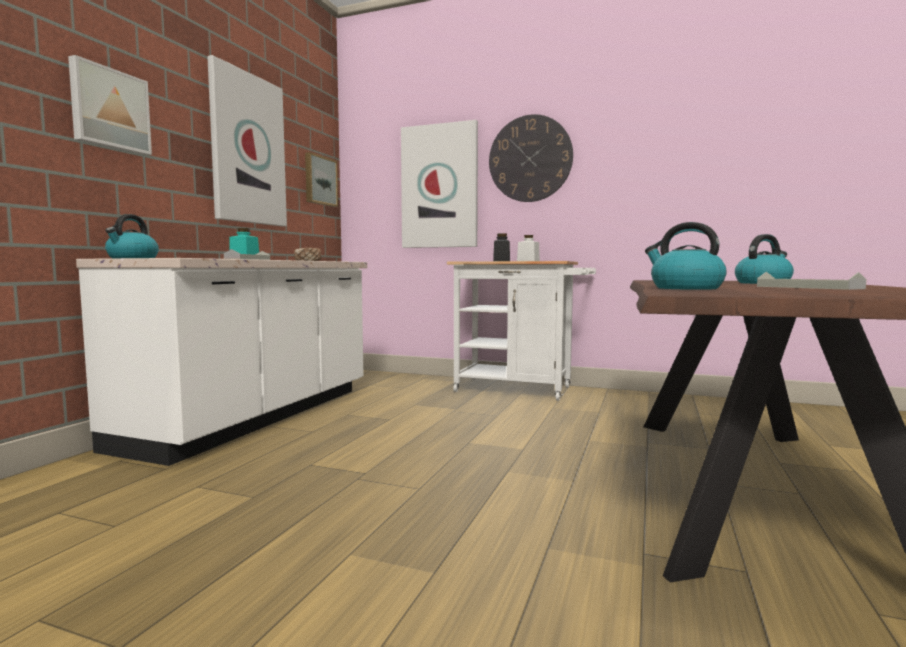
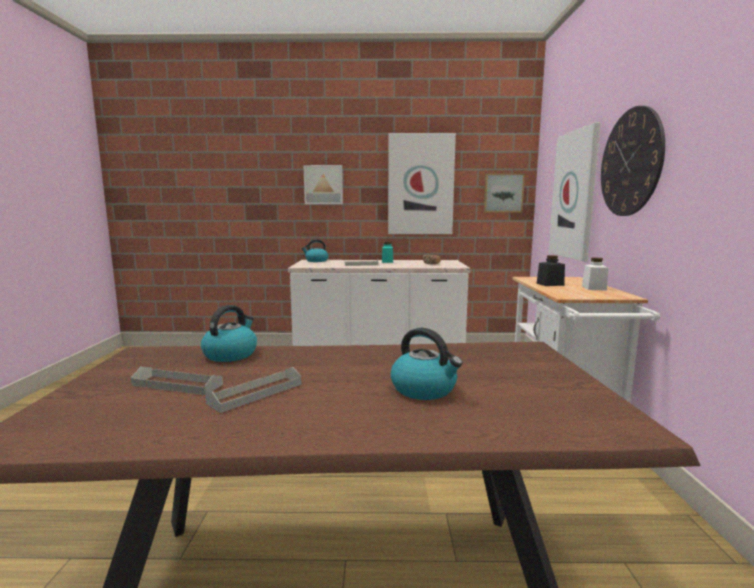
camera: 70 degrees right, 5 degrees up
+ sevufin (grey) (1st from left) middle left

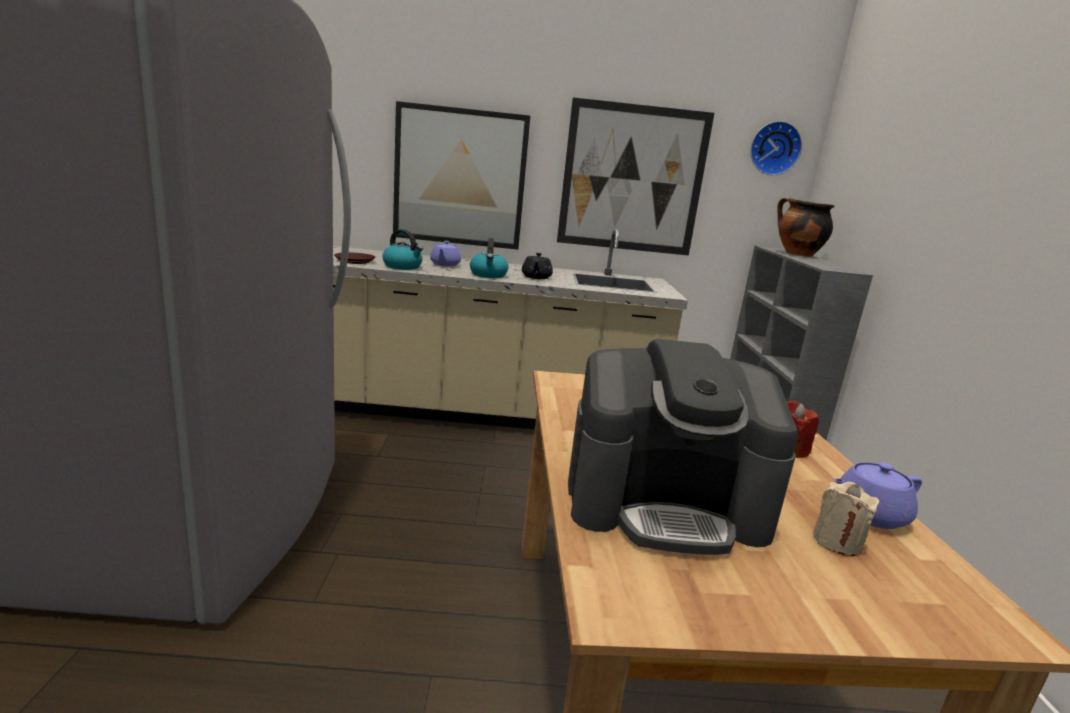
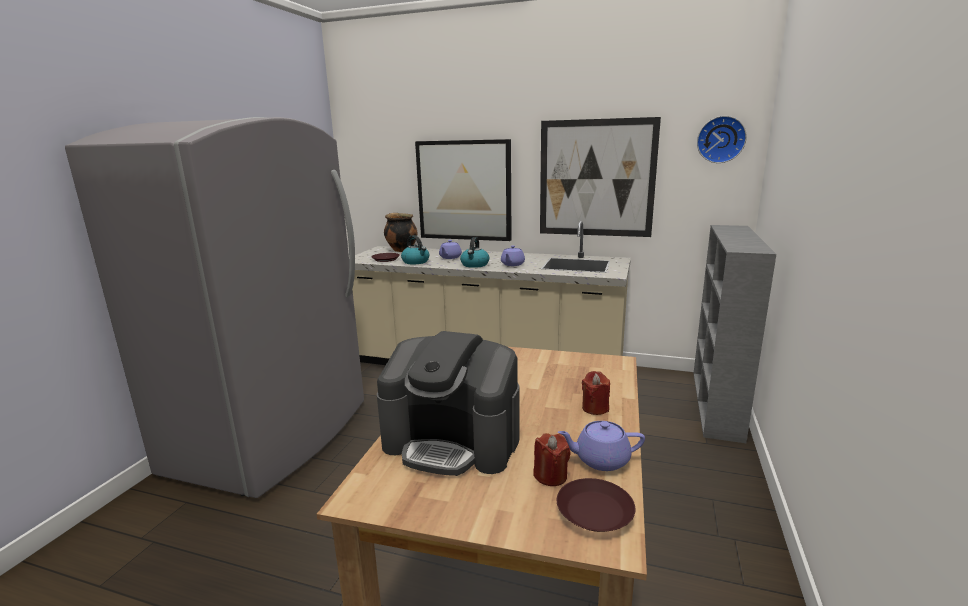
camera: 20 degrees right, 0 degrees up
~ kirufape top right to centre
~ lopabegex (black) centre to lopabegex (purple) (2nd from left) centre
~ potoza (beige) bottom right to potoza (red) (1st from left) bottom centre
+ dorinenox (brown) (2nd from left) bottom centre

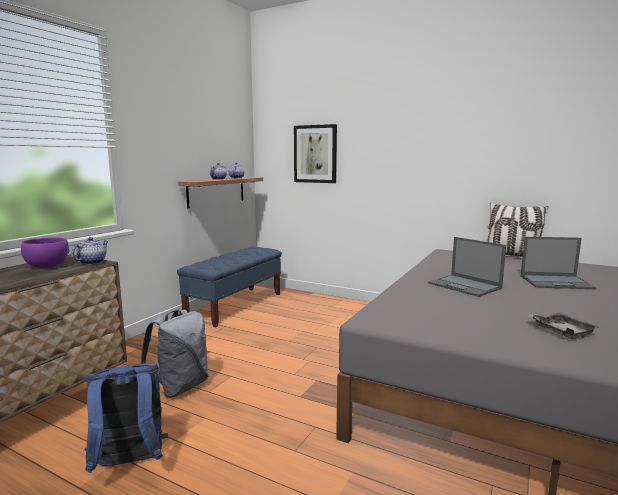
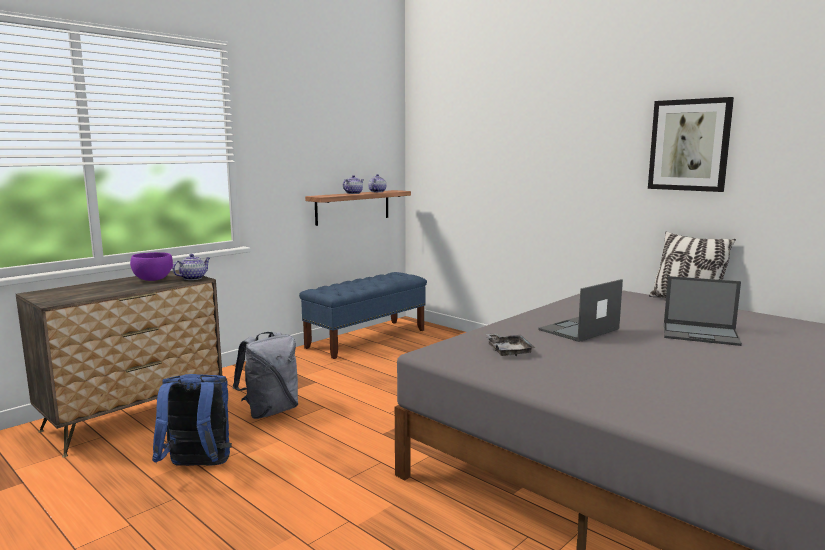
camera: 15 degrees right, 0 degrees up
~ sevufin (grey) middle right to centre
~ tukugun (1st from left) middle right = middle right 75 degrees clockwise
~ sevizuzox top centre to top right

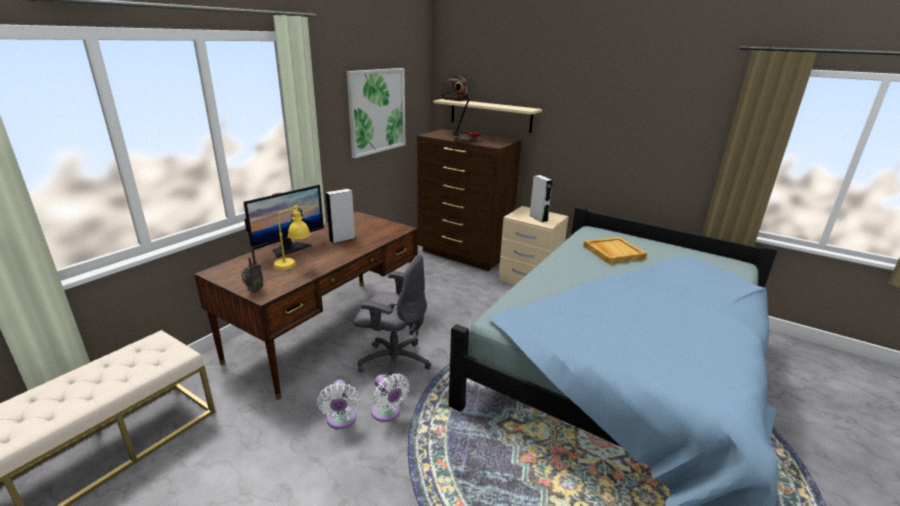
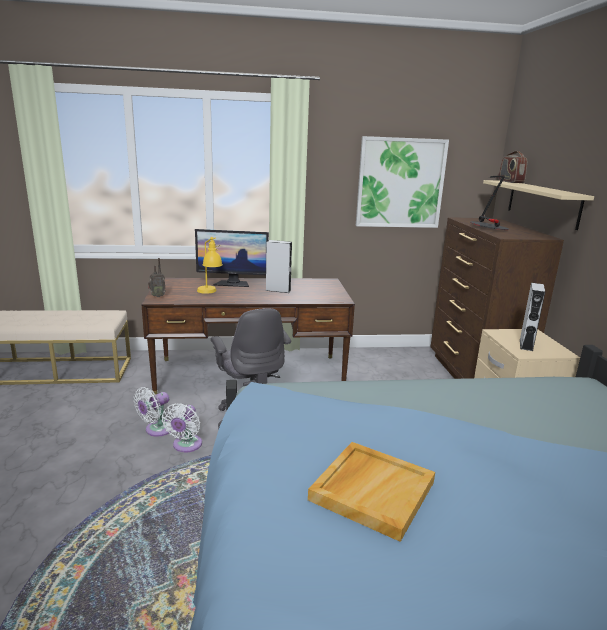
camera: 50 degrees right, 5 degrees down
~ sevufin (beige) middle right to bottom centre

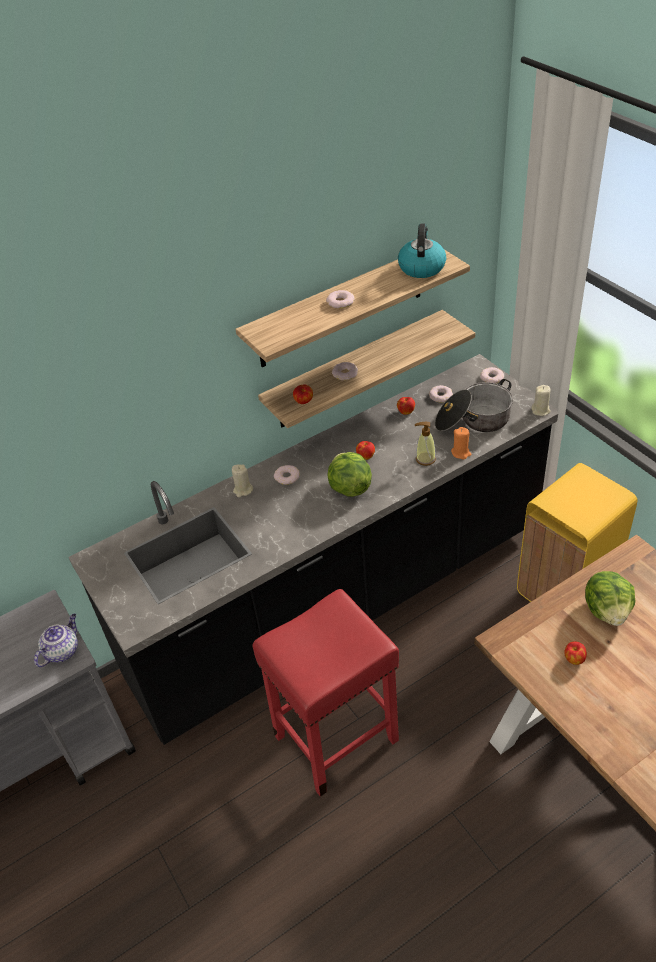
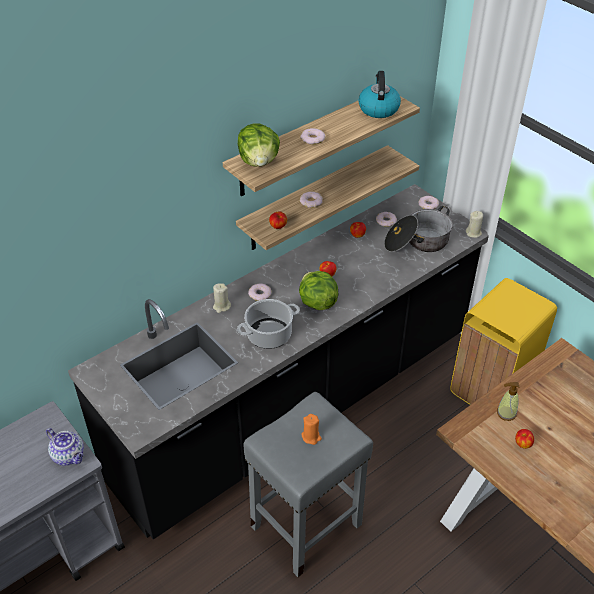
camera: 10 degrees left, 0 degrees up
~ lopabegex middle left = bottom left 105 degrees clockwise
+ kirufape (1st from left) centre
~ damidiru (2nd from left in the first image) middle right to damidiru (1st from left) top centre
~ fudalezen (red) bottom centre to fudalezen (grey) bottom centre
~ potoza (orange) middle right to bottom centre
~ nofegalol centre to bottom right

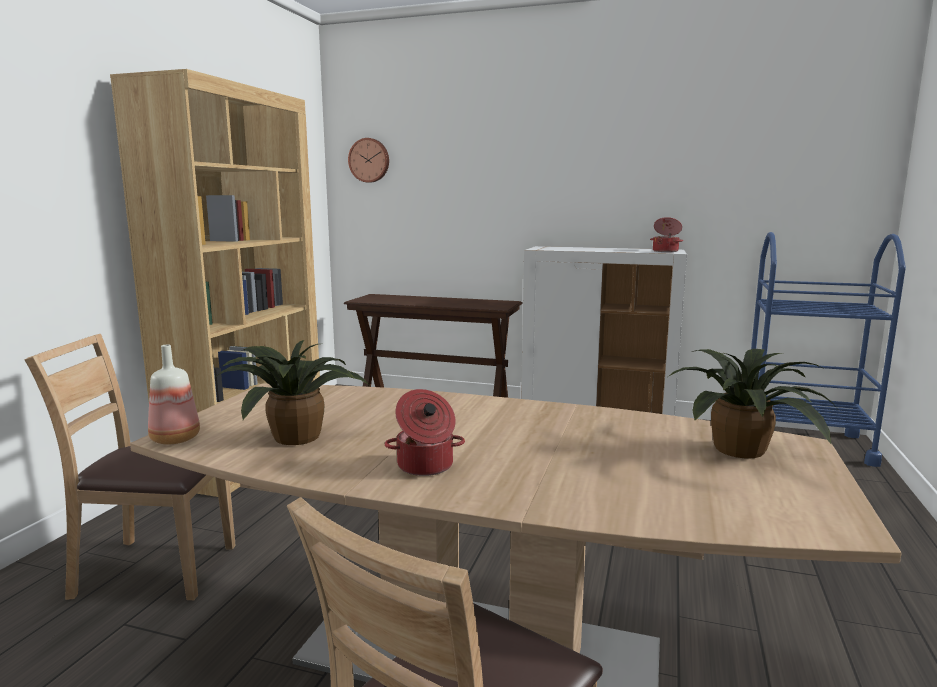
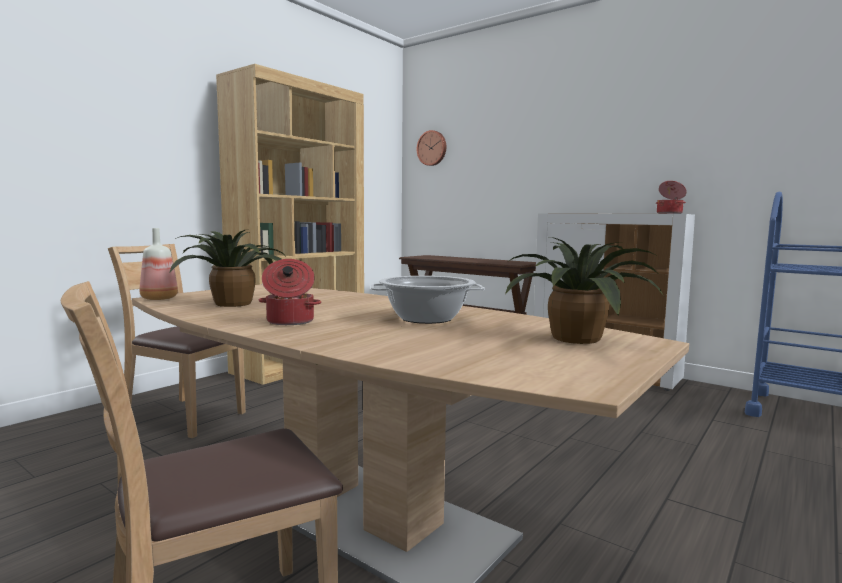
camera: 20 degrees right, 5 degrees down
+ kirufape (2nd from left) centre

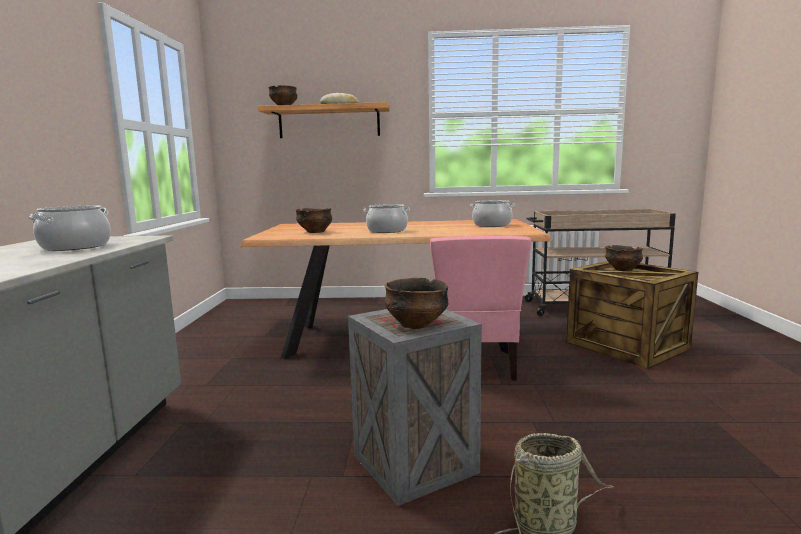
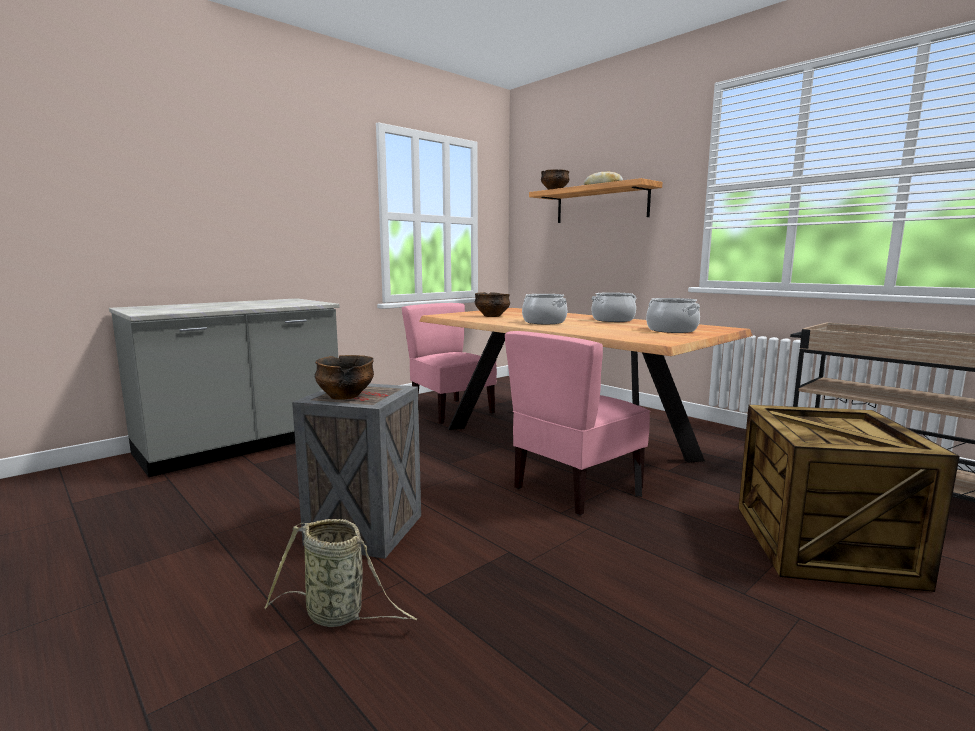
camera: 45 degrees right, 0 degrees up
+ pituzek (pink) (1st from left) centre
~ kirufape (1st from left in the first image) middle left to kirufape (2nd from left) centre
- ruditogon (4th from left) middle right

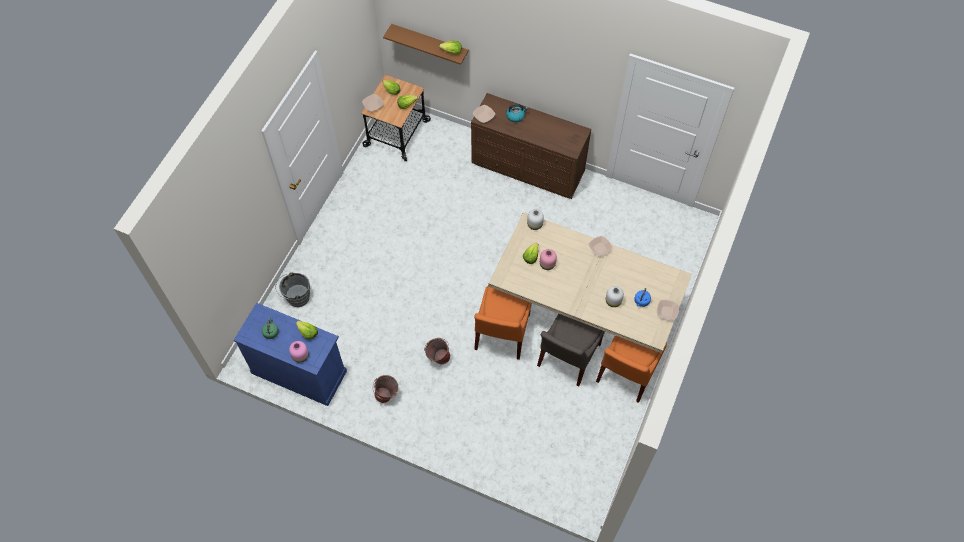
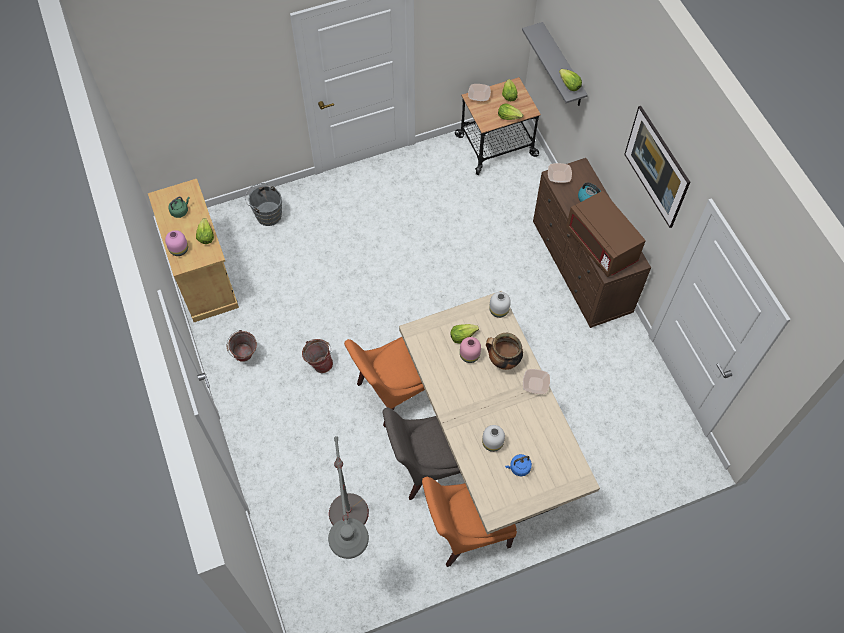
camera: 45 degrees right, 0 degrees up
~ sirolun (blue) middle left to sirolun (beige) middle left
+ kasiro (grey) bottom centre
+ kirufape centre
~ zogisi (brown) top centre to zogisi (grey) top centre
+ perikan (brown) middle right
+ sevizuzox top right
- ruditogon (4th from left) middle right

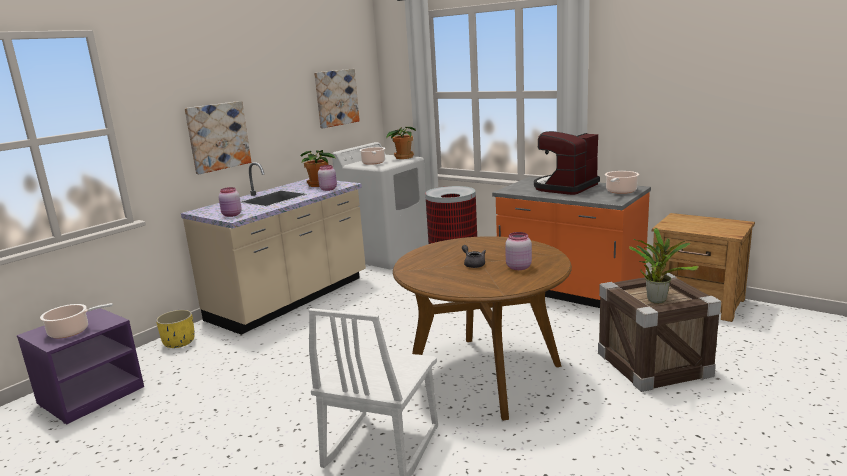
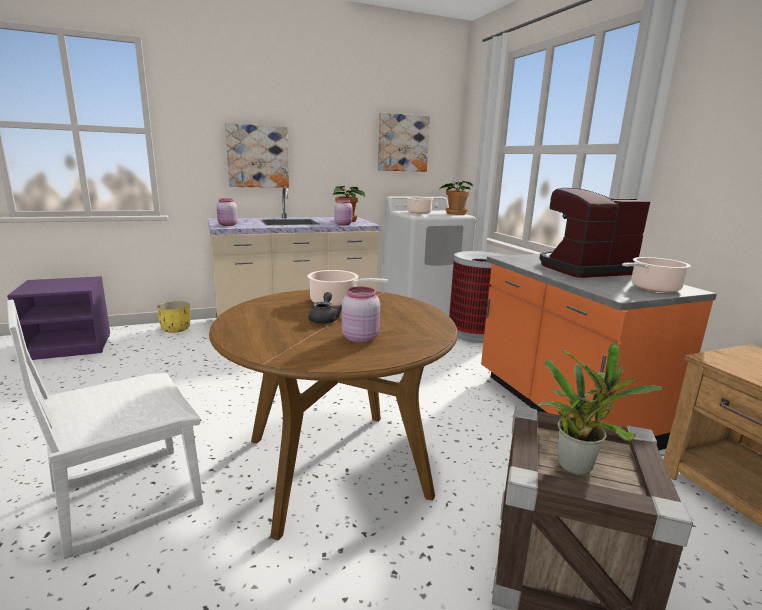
camera: 30 degrees right, 0 degrees up
~ kirufape (1st from left) bottom left to centre

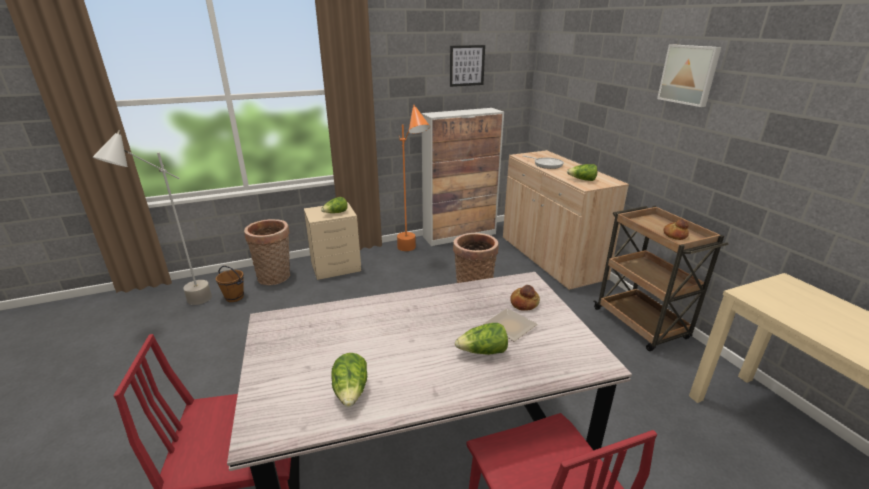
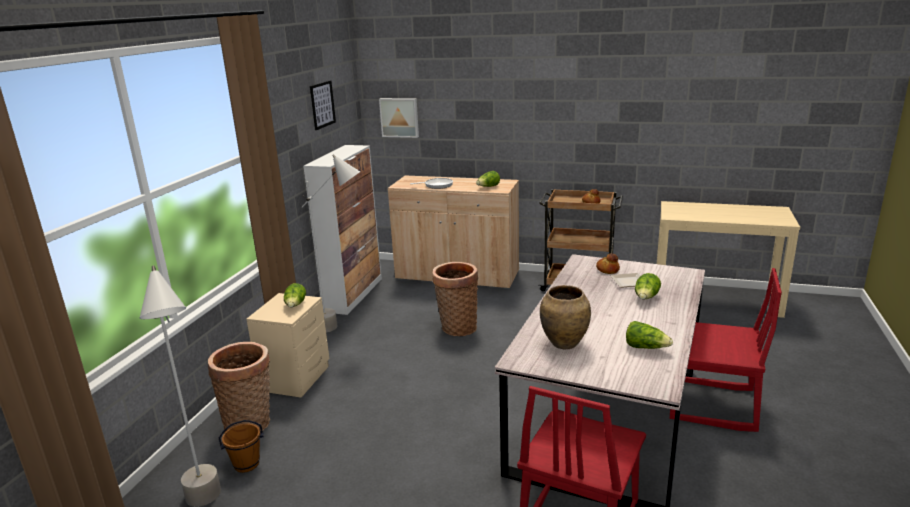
camera: 50 degrees left, 5 degrees down
~ kasiro (orange) centre to kasiro (grey) (2nd from left) centre
~ sevizuzox (2nd from left) top right to top centre
+ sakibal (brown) centre

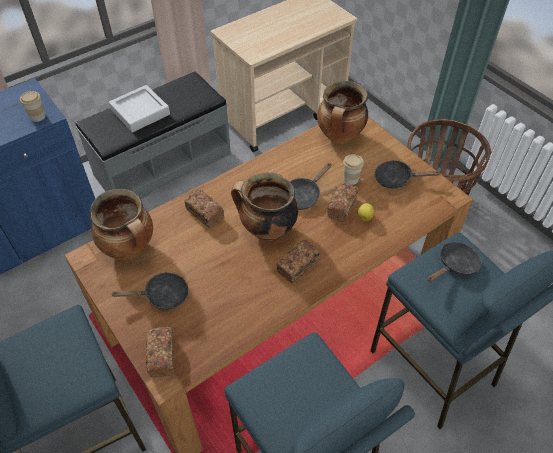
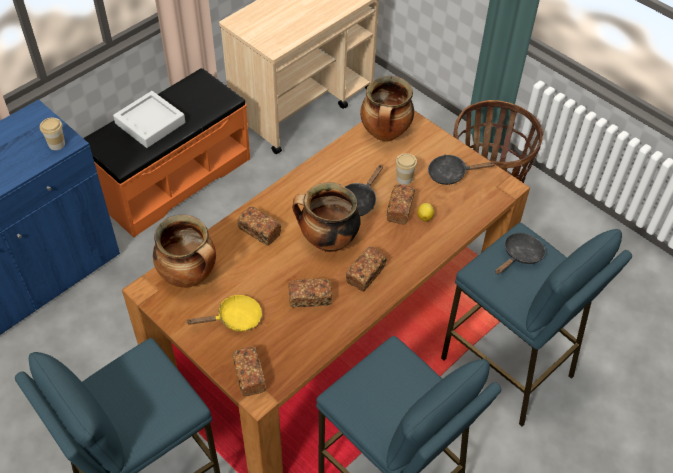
camera: 10 degrees left, 0 degrees up
~ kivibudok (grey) top left to kivibudok (orange) top left
~ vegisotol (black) (1st from left) middle left to vegisotol (yellow) middle left
+ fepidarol (3rd from left) centre

